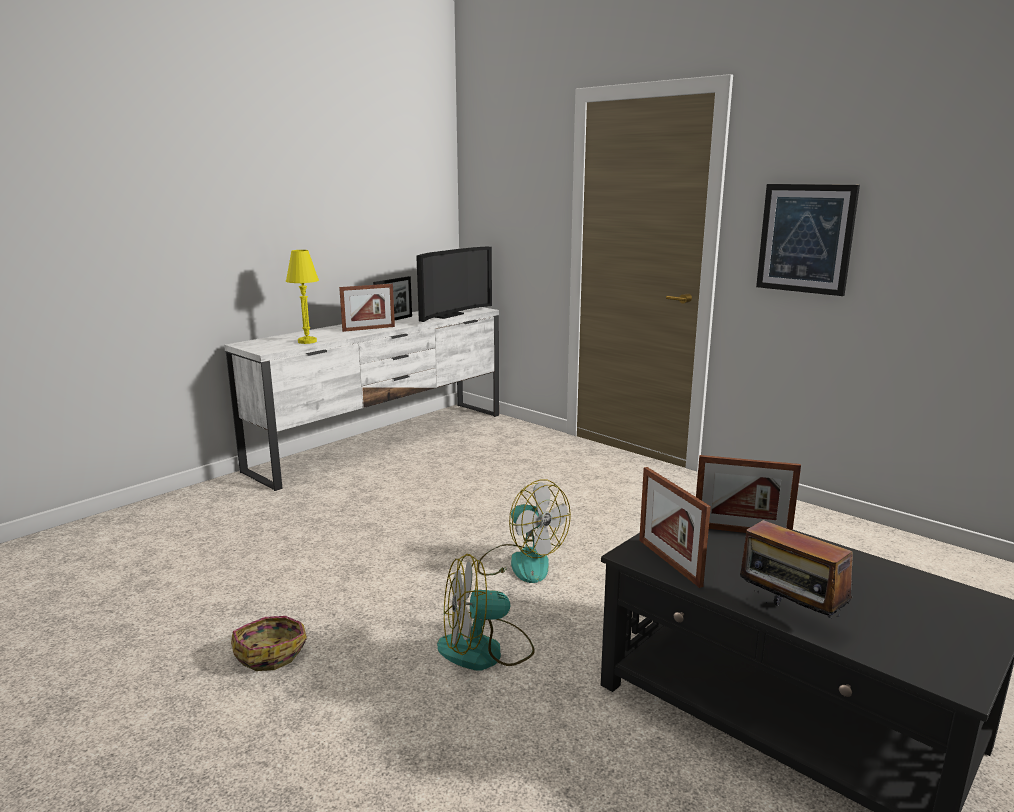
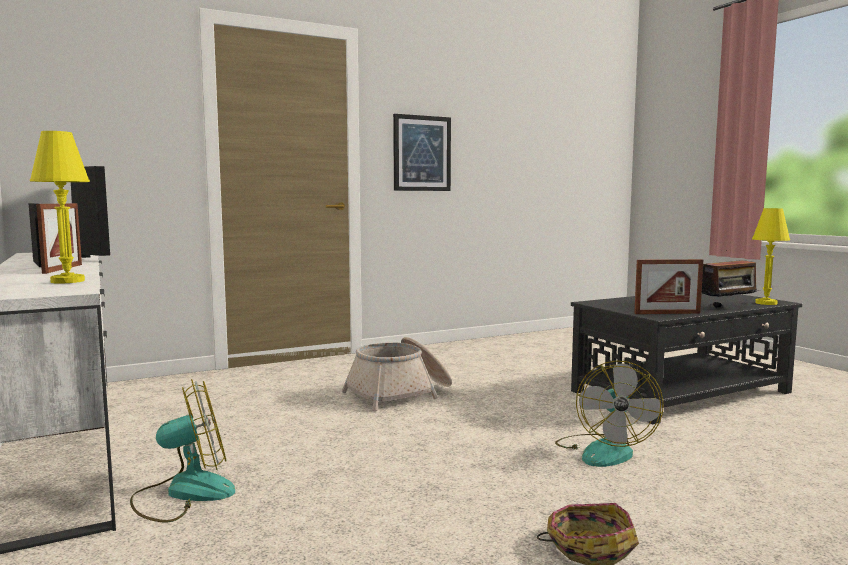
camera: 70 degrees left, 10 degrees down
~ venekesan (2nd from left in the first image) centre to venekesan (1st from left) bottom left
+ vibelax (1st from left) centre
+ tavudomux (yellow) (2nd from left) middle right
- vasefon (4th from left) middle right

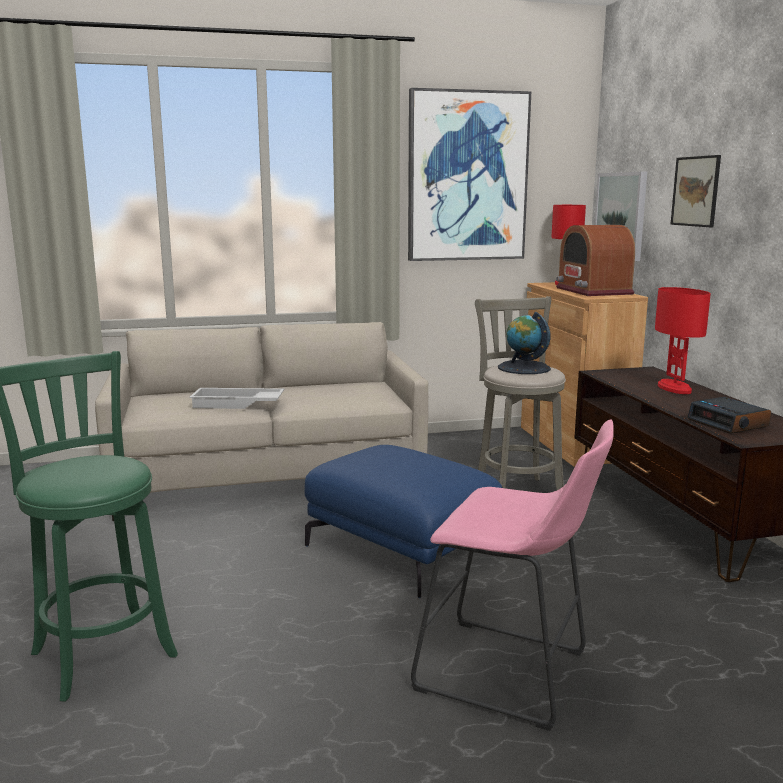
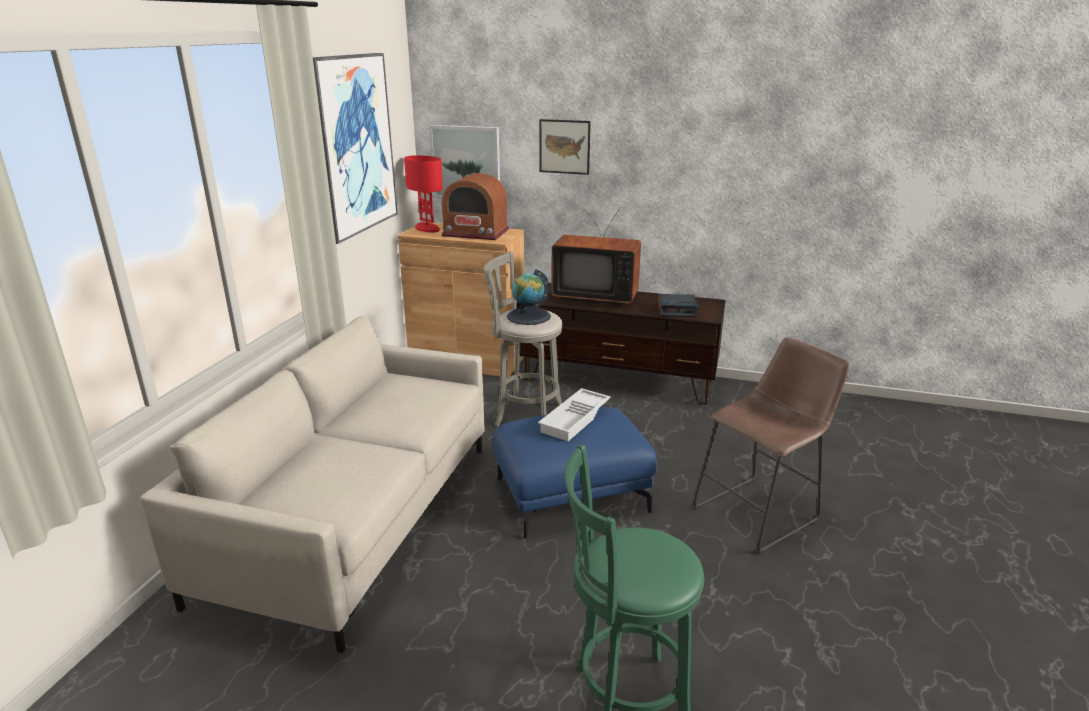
camera: 60 degrees left, 10 degrees up
~ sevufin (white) middle left to centre
~ tavudomux (red) (2nd from left) middle right to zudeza centre
~ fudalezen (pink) bottom centre to fudalezen (brown) middle right

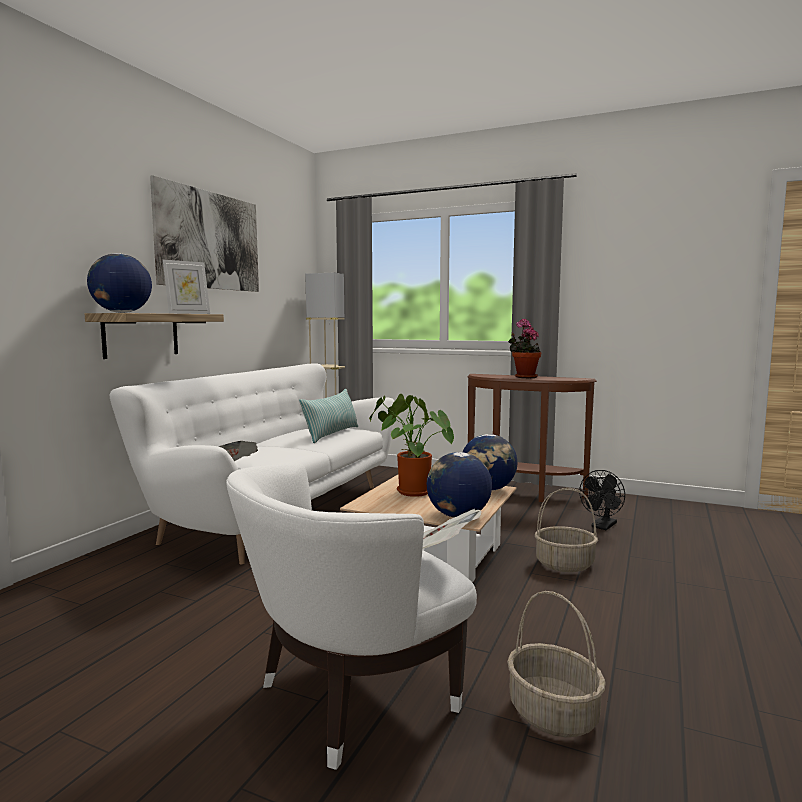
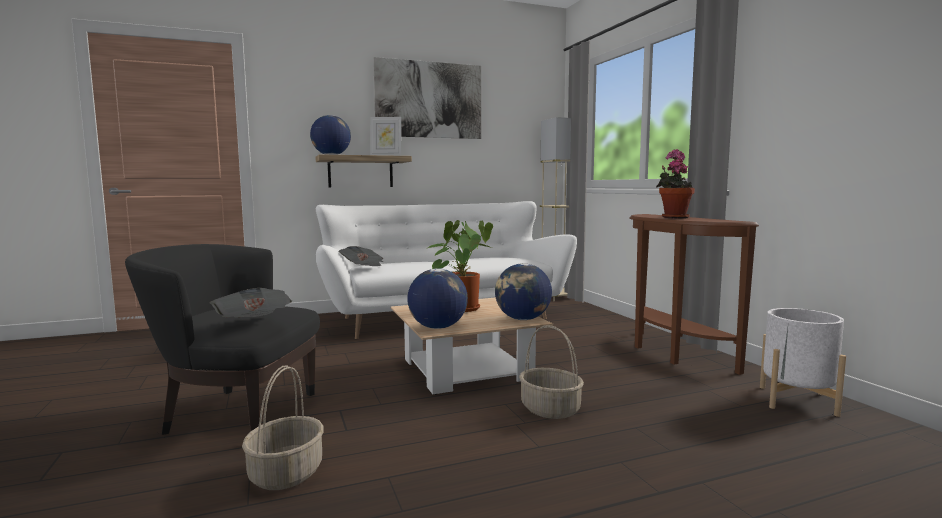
camera: 45 degrees right, 0 degrees up
~ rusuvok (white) bottom centre to rusuvok (black) middle left
+ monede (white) bottom right
- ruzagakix centre
- venekesan (black) middle right

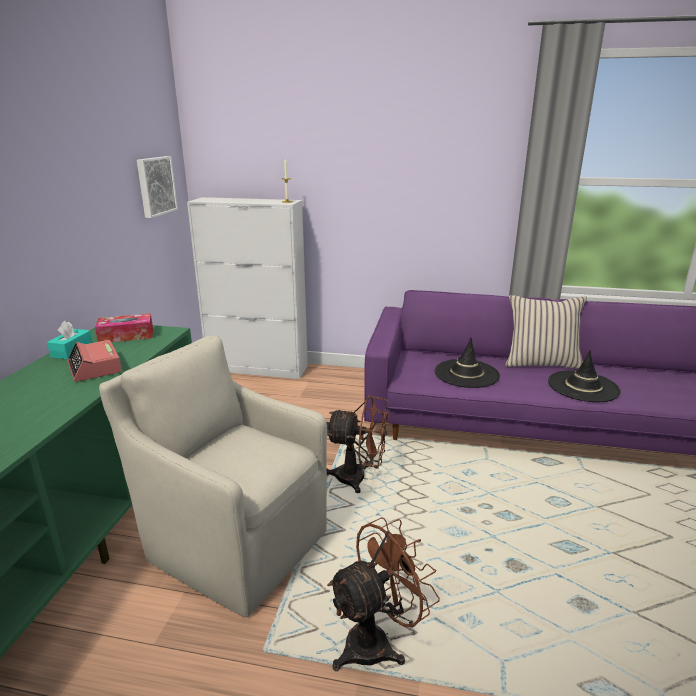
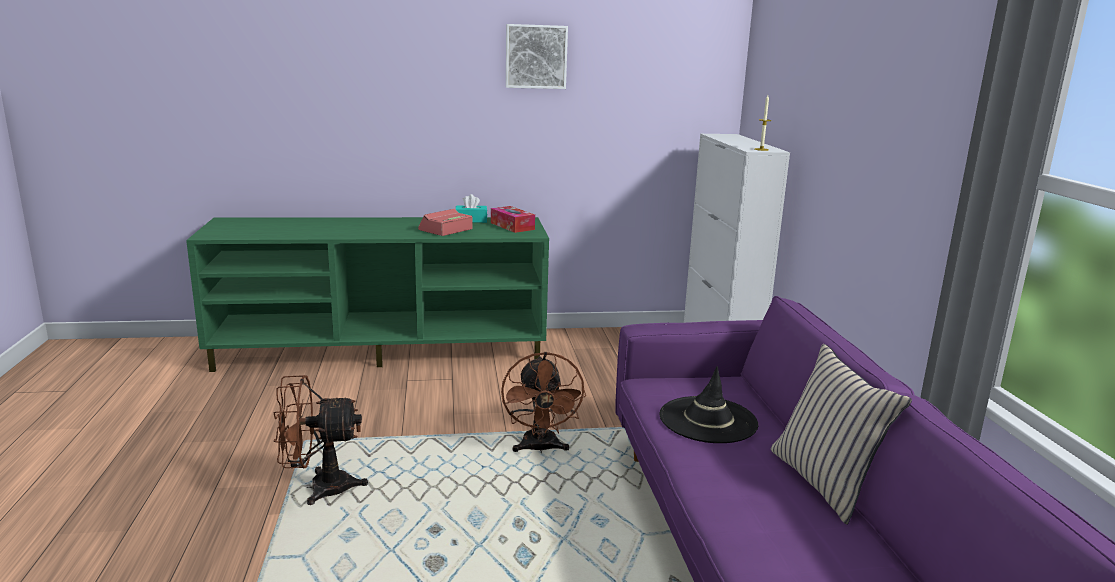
camera: 70 degrees right, 5 degrees down
~ venekesan (brown) (2nd from left in the first image) bottom centre = bottom left 135 degrees clockwise
~ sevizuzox top left to top centre
- rusuvok (beige) bottom left
- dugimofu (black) (2nd from left) middle right

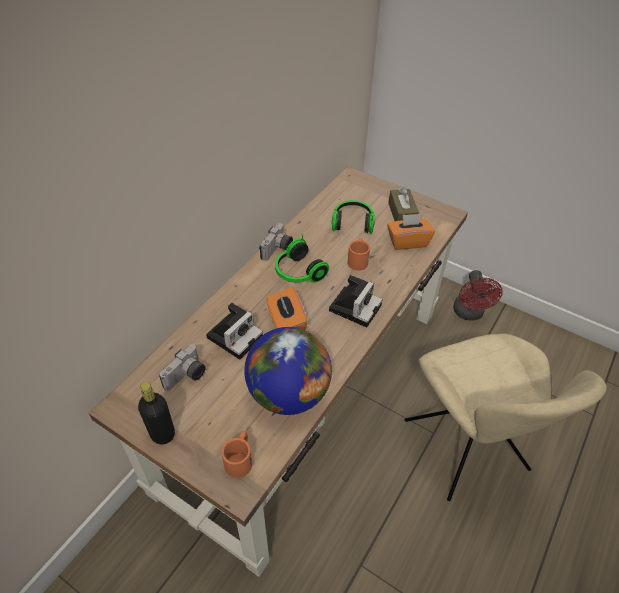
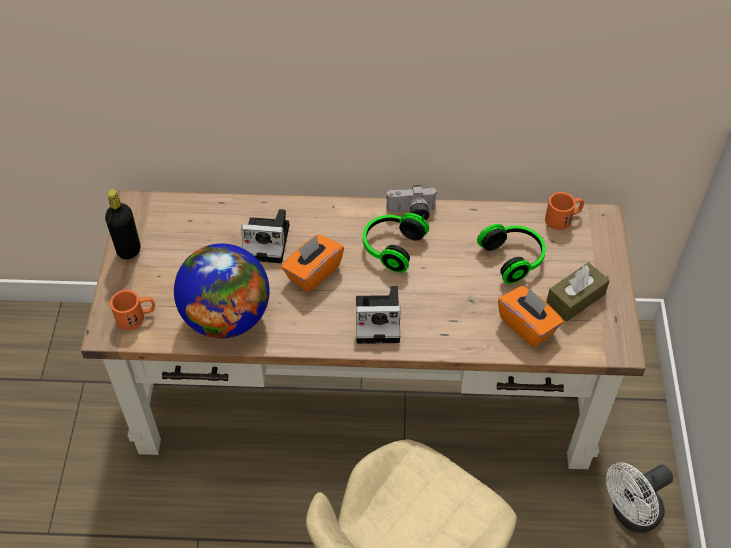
camera: 60 degrees right, 5 degrees up
~ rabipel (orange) (2nd from left) centre to middle right
~ venekesan (red) middle right to venekesan (white) bottom right
- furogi (1st from left) middle left

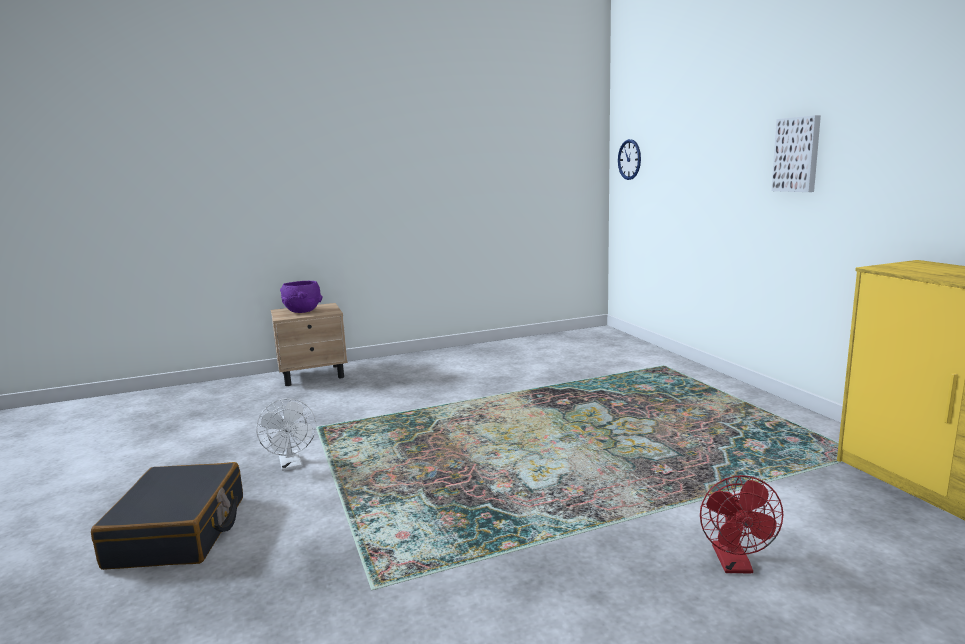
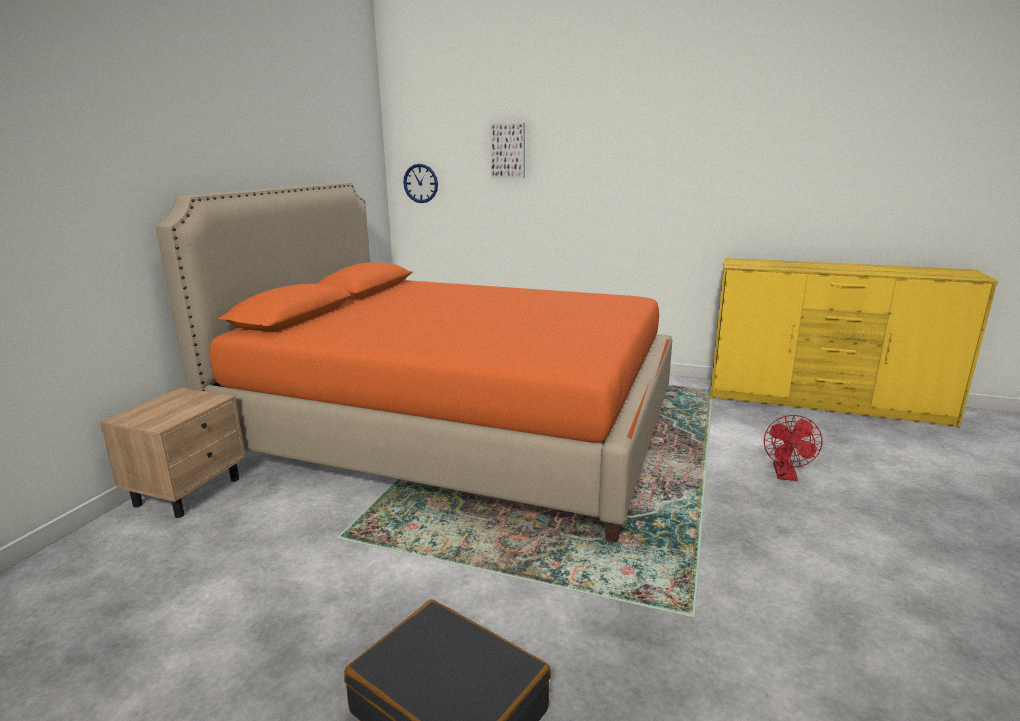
camera: 50 degrees left, 5 degrees up
+ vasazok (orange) centre
~ sevizuzox top right to top centre
~ venekesan (red) bottom right = middle right 60 degrees clockwise
- venekesan (white) bottom left
- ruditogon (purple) middle left

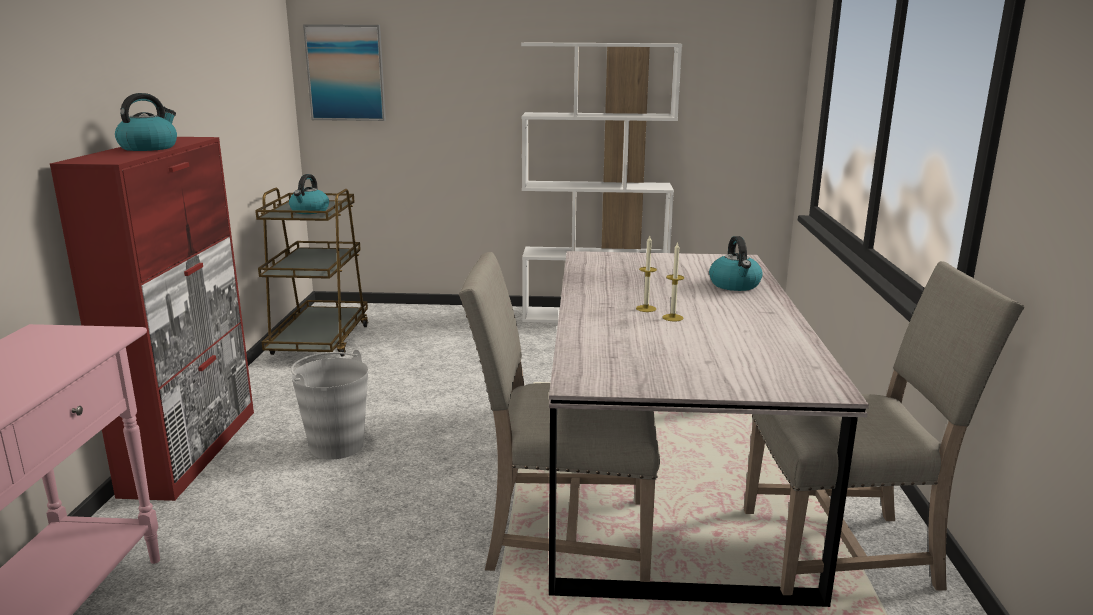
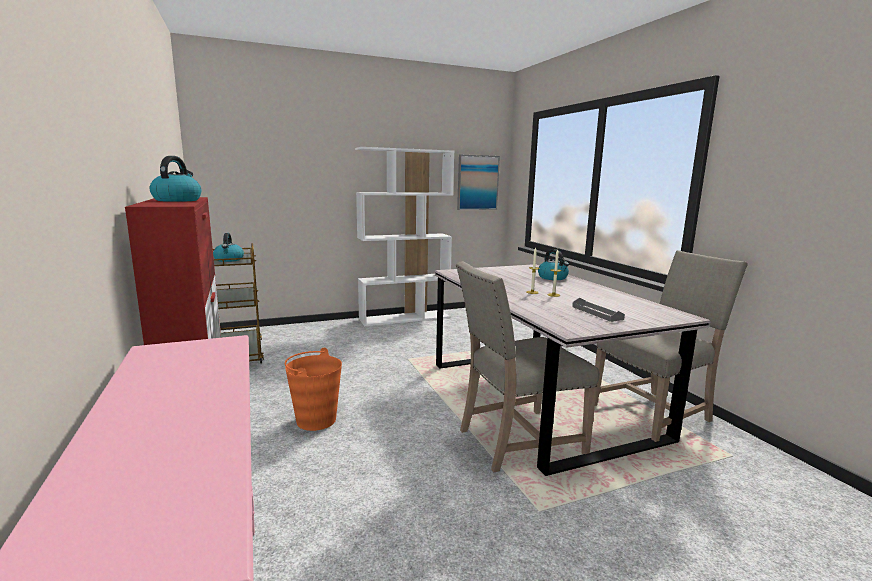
camera: 25 degrees left, 5 degrees down
~ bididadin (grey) middle left to bididadin (orange) bottom centre
~ sevizuzox top left to top centre
+ sevufin (grey) middle right

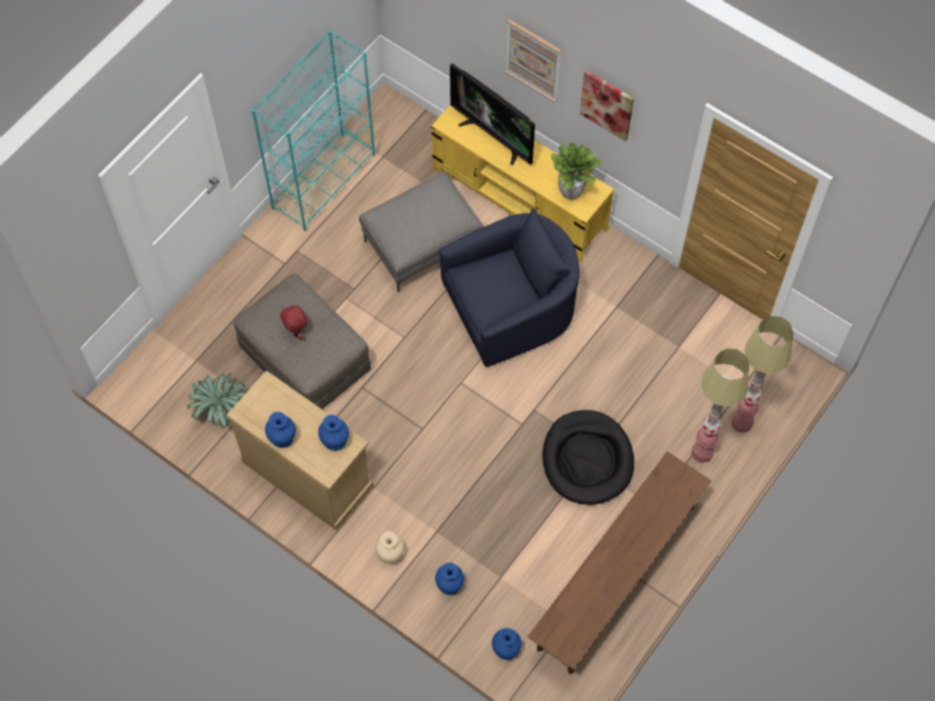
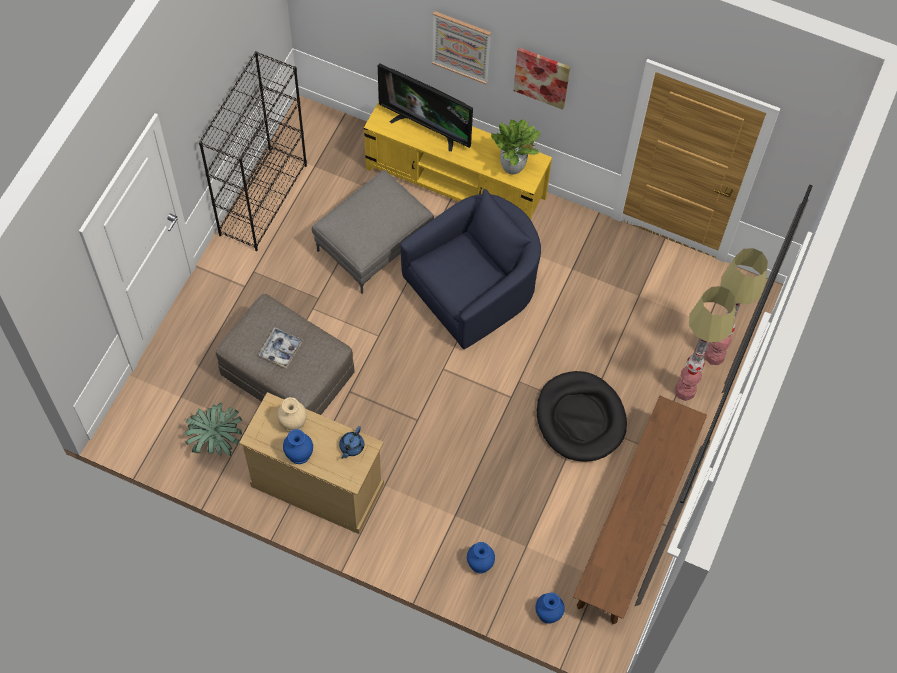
camera: 15 degrees left, 0 degrees up
~ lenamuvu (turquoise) top centre to lenamuvu (black) top left
~ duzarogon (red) middle left to sevufin middle left
~ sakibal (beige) bottom centre to middle left
~ sakibal (blue) (2nd from left) centre to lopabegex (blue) centre

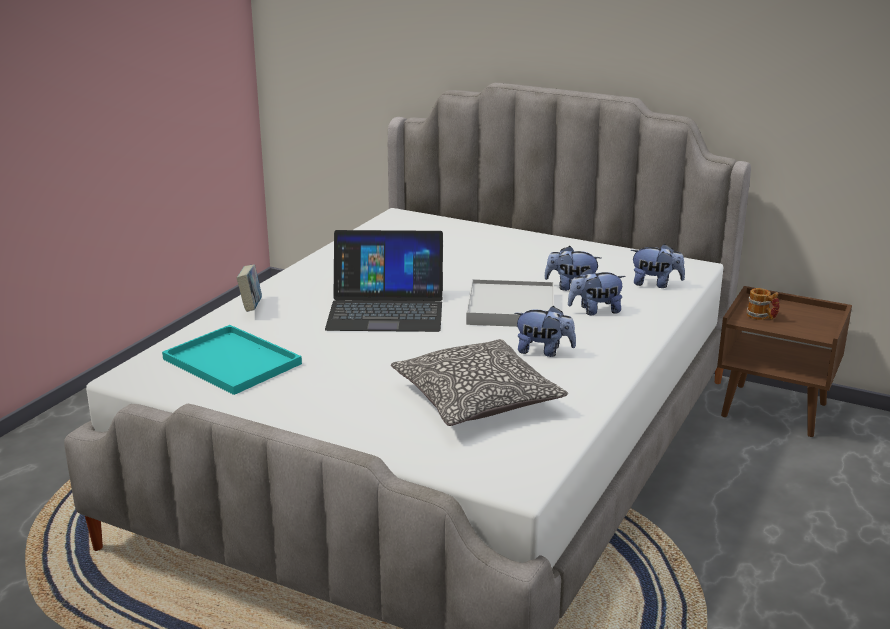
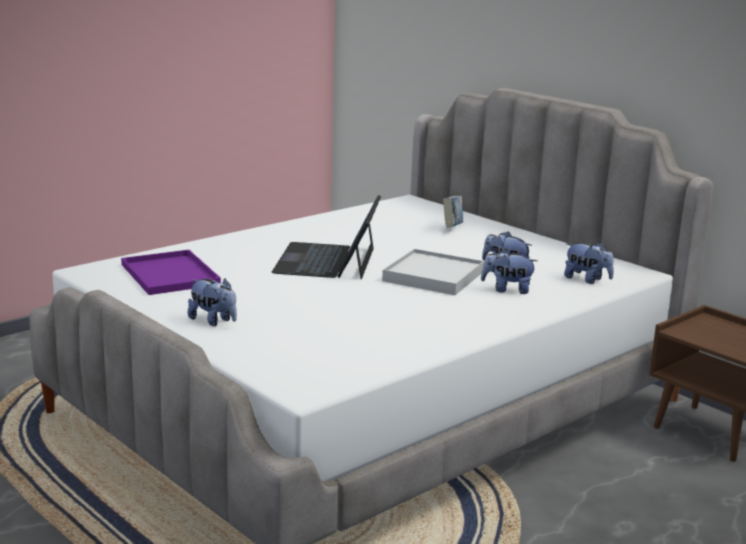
camera: 20 degrees right, 5 degrees down
~ sevufin (turquoise) middle left to sevufin (purple) middle left
~ duzarogon (1st from left) centre to middle left
~ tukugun centre = centre 75 degrees clockwise
~ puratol middle left to centre
- ruzagakix centre
- rabipel middle right

